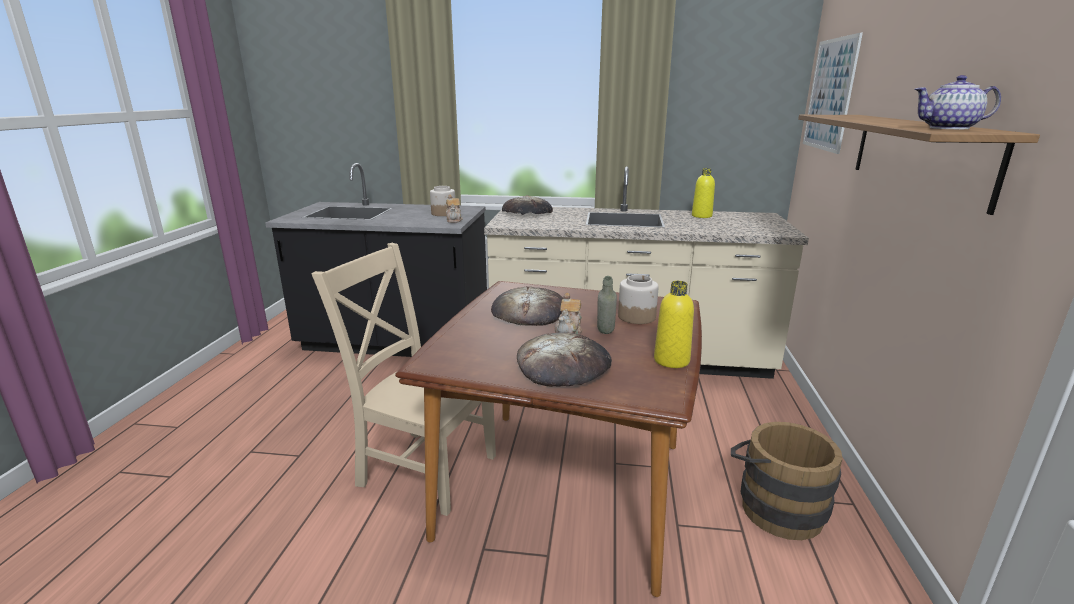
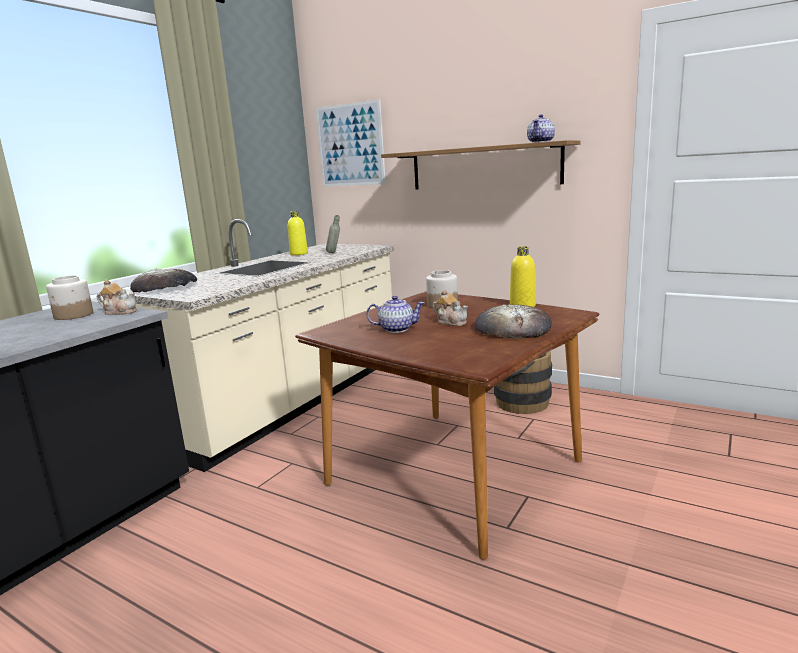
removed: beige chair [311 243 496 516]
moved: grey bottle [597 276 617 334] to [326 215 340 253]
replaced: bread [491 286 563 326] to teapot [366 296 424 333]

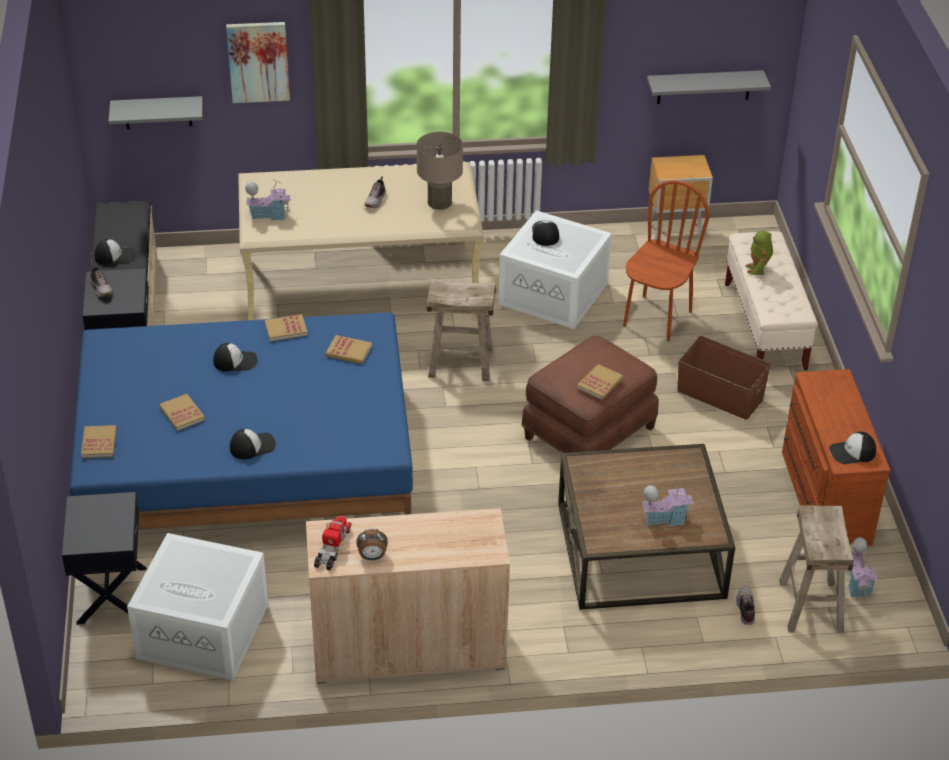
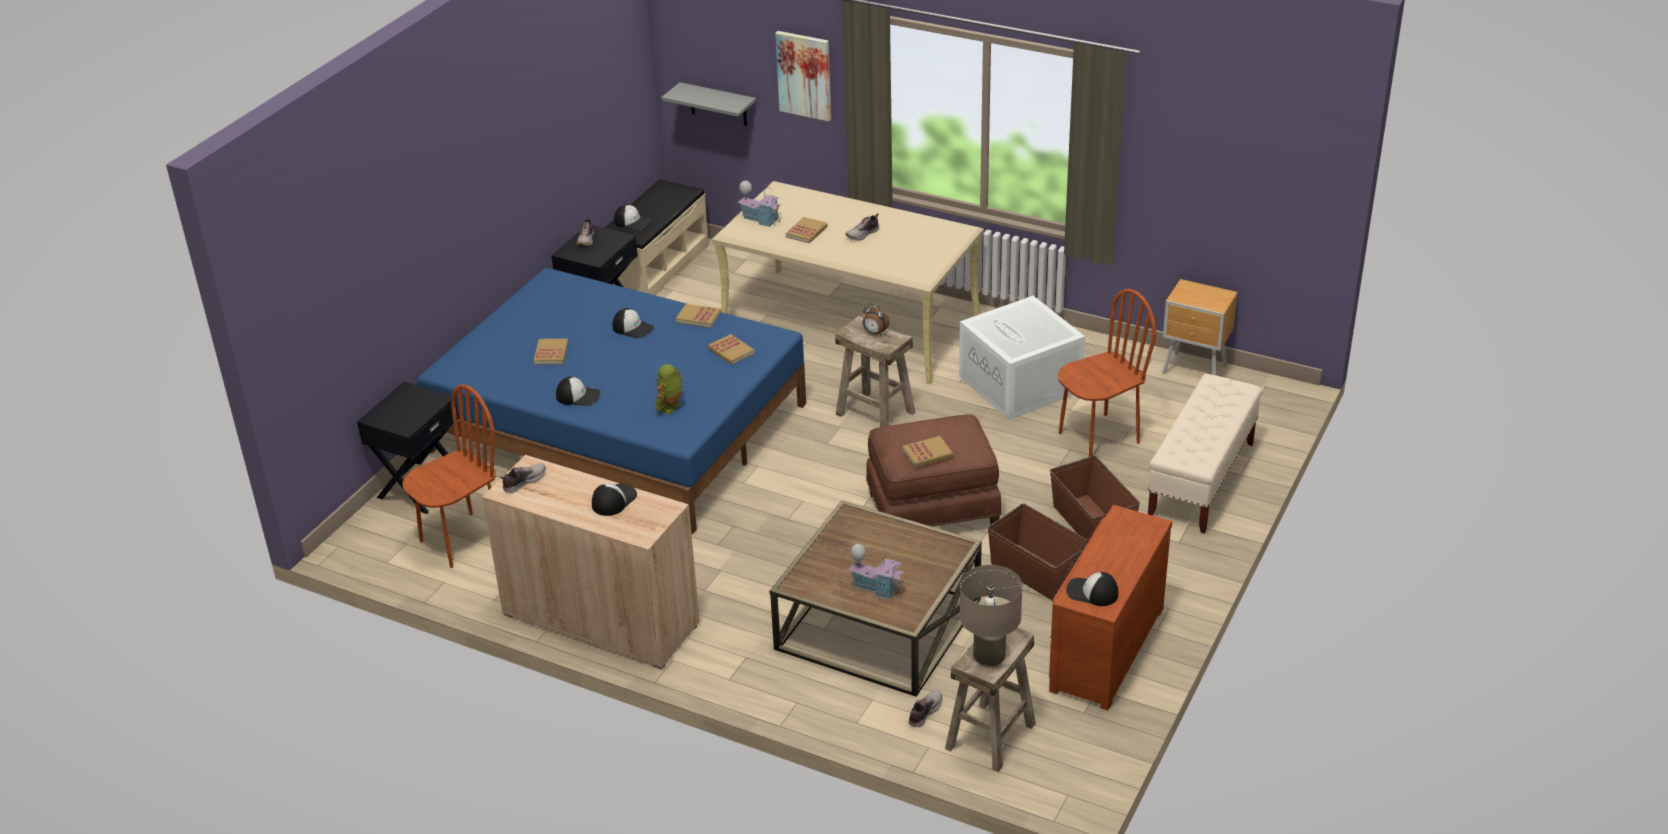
removed: grey shelf [647 70 771 104]; toy house [848 537 878 602]
added: brown storage box [988 504 1087 601]
moved: book [81 425 117 458] to [786 217 828 243]; alarm clock [357 529 388 560] to [862 304 889 336]; beige table lamp [417 132 463 210] to [960 565 1022 666]; cap [532 221 559 246] to [592 483 637 516]; toy robot [746 231 773 275] to [655 364 682 415]
replaced: white storage box [127 533 268 680] to brown chair [402 384 496 568]; toy truck [314 516 351 571] to shoe [500 463 546 493]

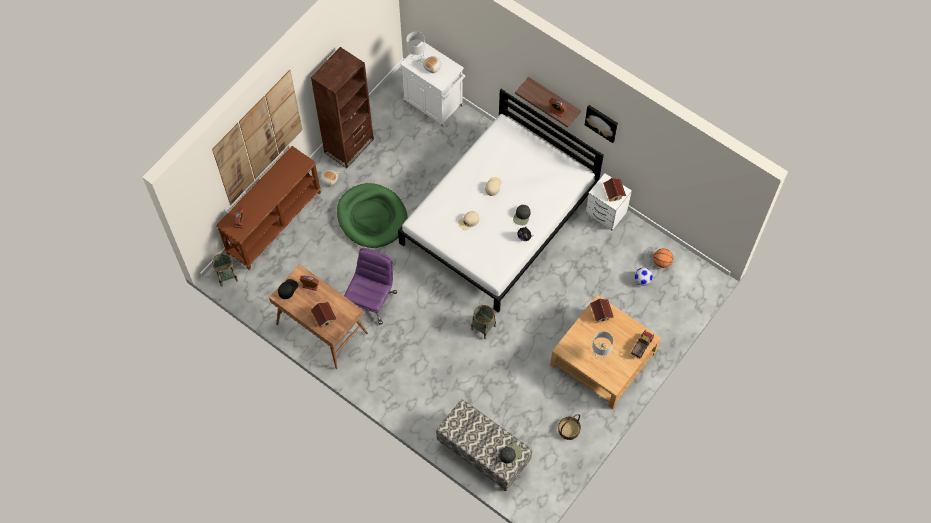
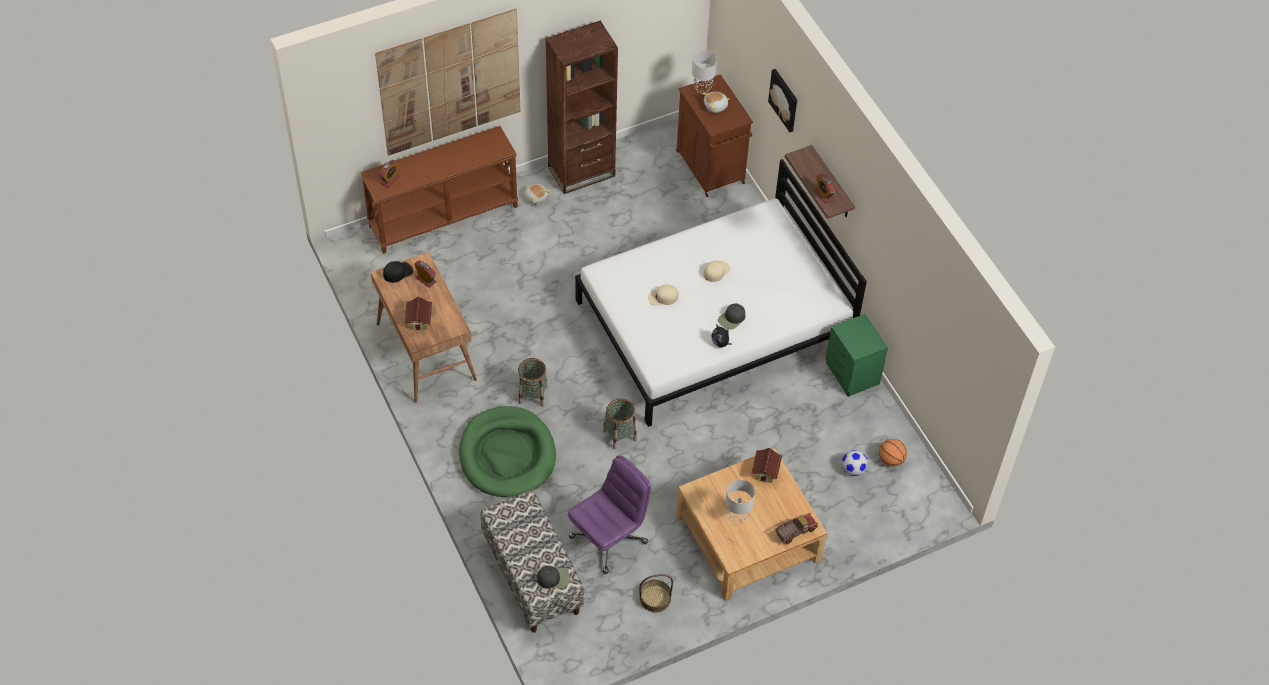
removed: toy house [603 178 626 202]
moved: basket [212 253 238 287] to [518 358 547 407]; green dog bed [337 183 408 248] to [459 406 556 497]; purple office chair [344 248 397 325] to [568 456 651 574]; picture [585 105 618 143] to [768 69 797 132]
recoloured: white cabinet [400 41 465 127] to brown cabinet [676 74 753 197]; white nightstand [586 173 632 230] to green nightstand [826 314 888 397]

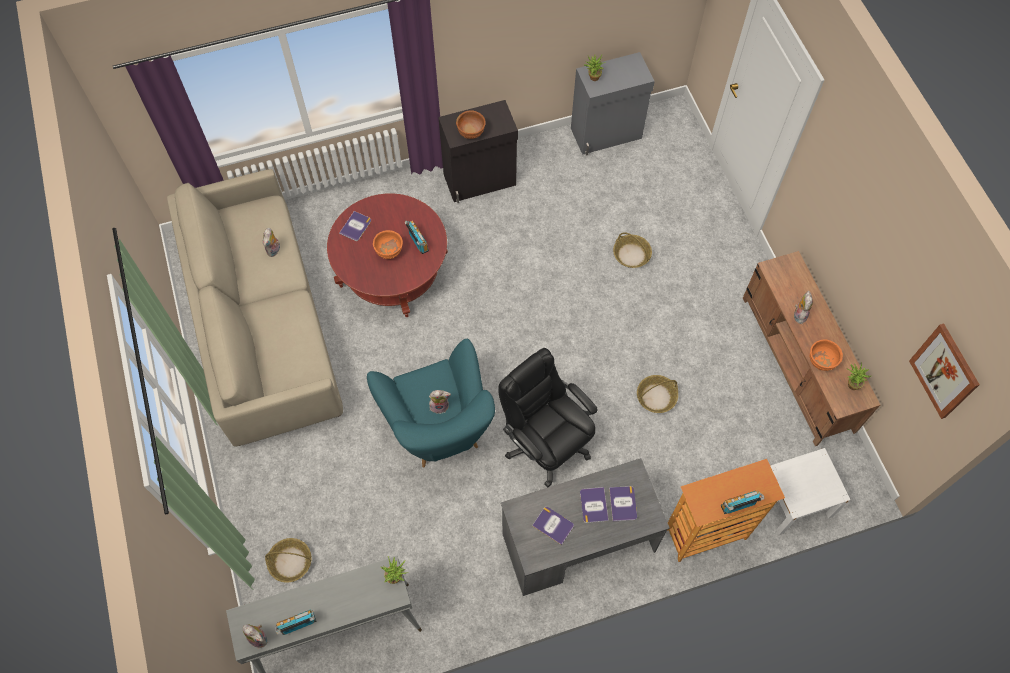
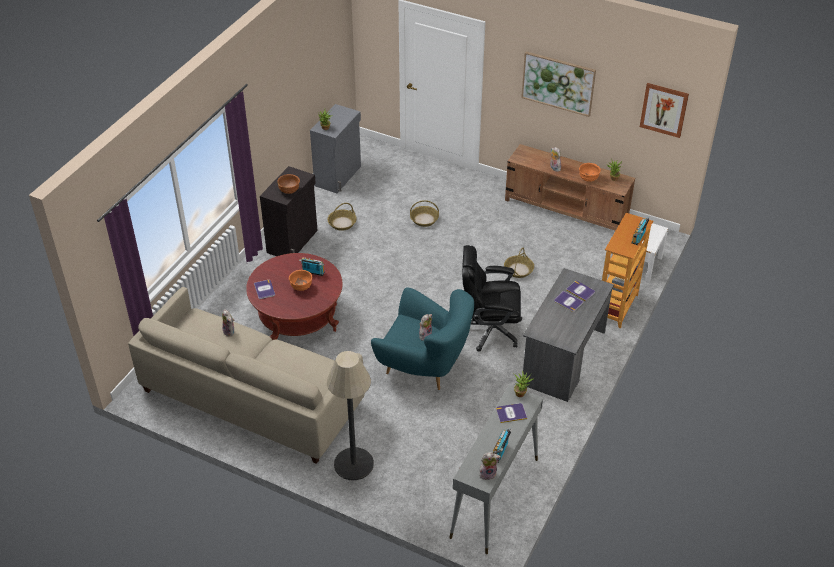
added: floor lamp [327 351 374 480]; picture [521 51 596 117]
moved: basket [265 538 312 583] to [327 203 357 231]; book [532 507 574 545] to [496 403 527 423]

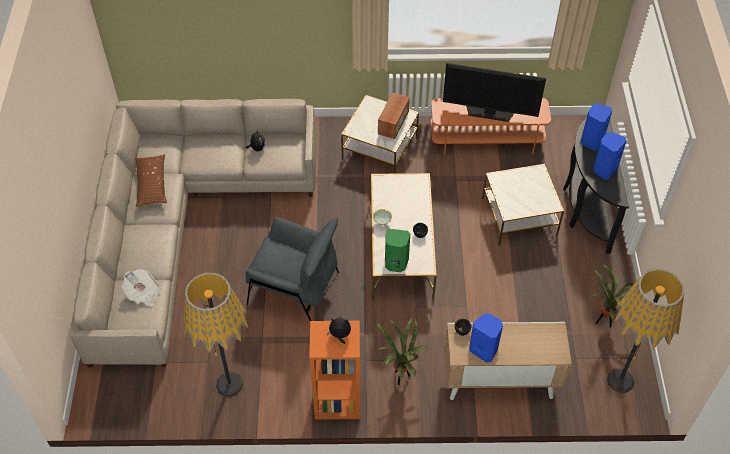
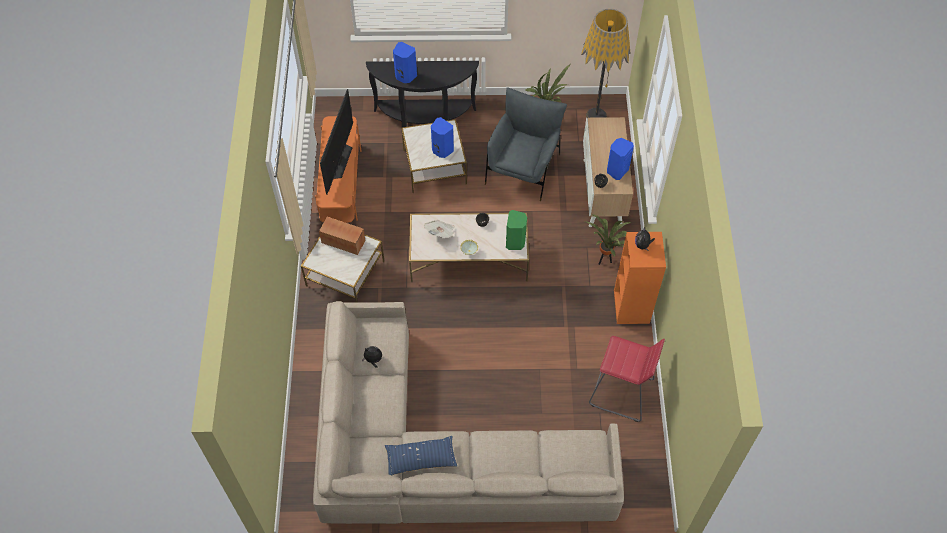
moved: newspaper [122 269 161 307] to [424 220 455 238]; grey armchair [246 217 339 321] to [485 87 567 201]; blue speaker [593 132 627 179] to [431 117 454 158]
replaced: floor lamp [183 273 248 397] to red stool [589 336 665 422]
recoloured: brown pillow [135 154 167 207] to blue pillow [385 436 457 475]

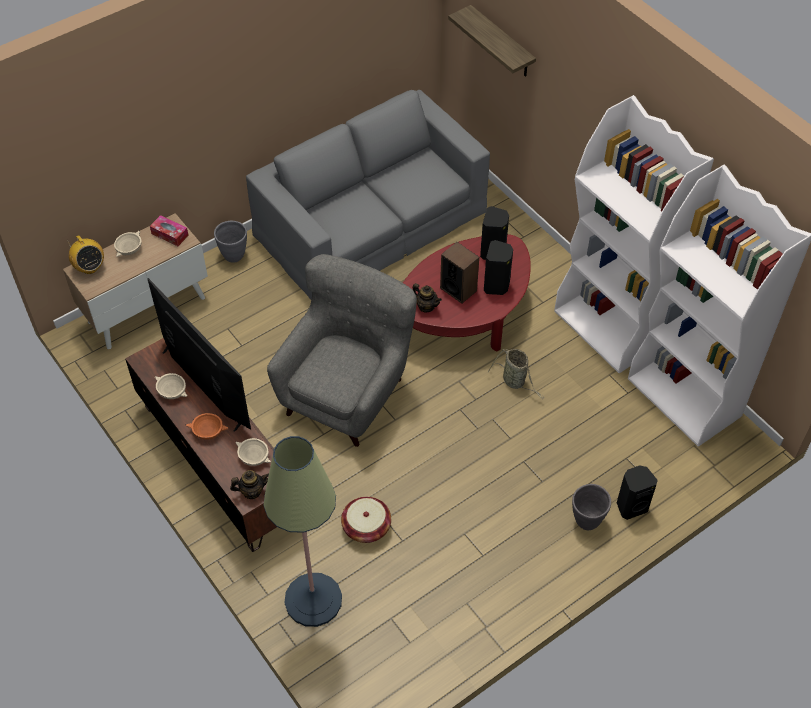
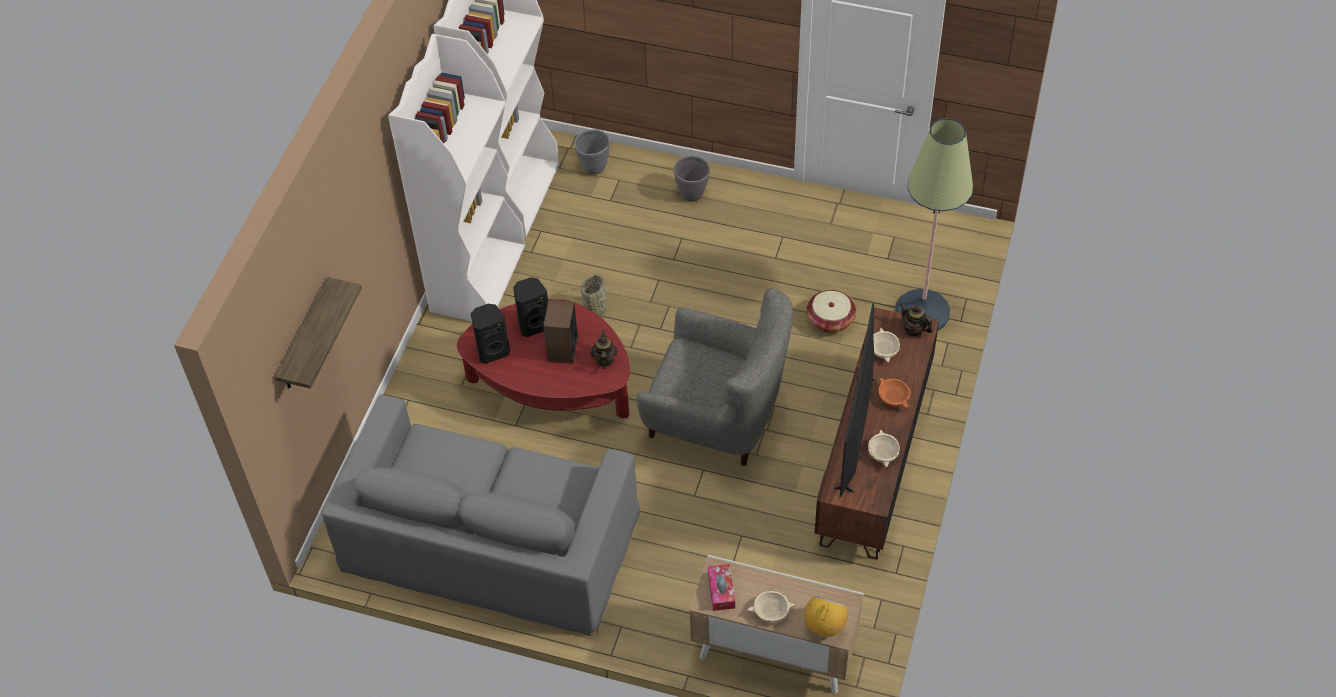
removed: black speaker [617 465 658 520]
moved: grey planter [214 221 247 263] to [574 129 610 175]
turned: grey armchair [267 254 417 447] = [636 288 793 466] 150 degrees counterclockwise

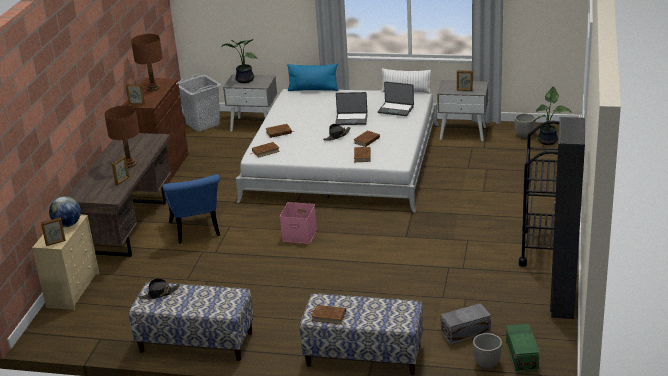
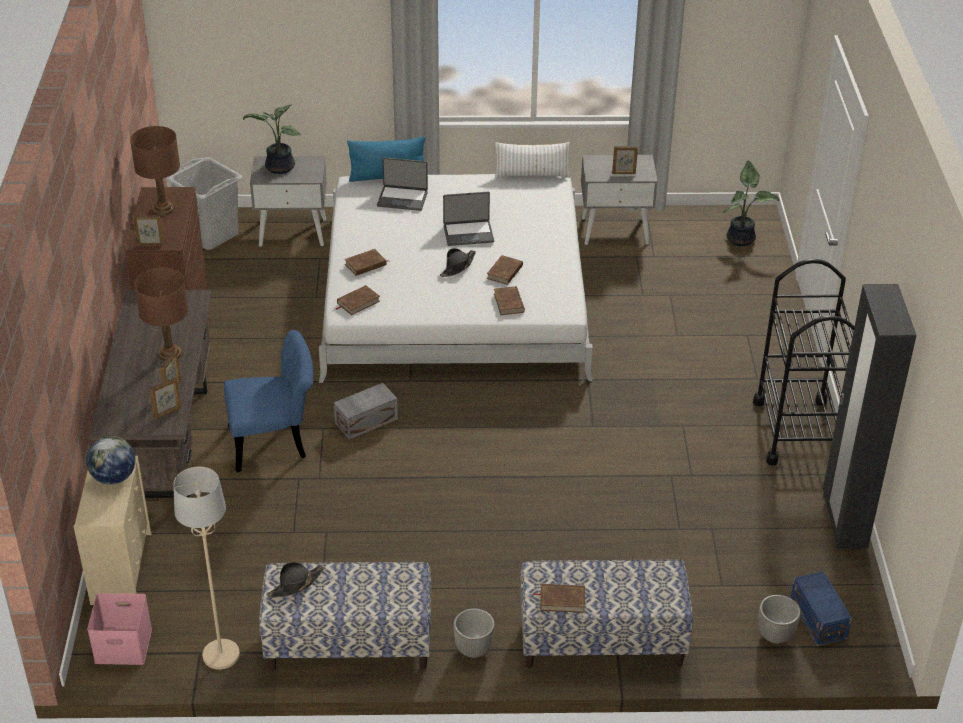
added: beige floor lamp [173 466 240 670]
moved: picture frame [41 217 66 246] to [149 377 181 419]; pink storage box [280 202 317 244] to [87 593 152 665]; laptop [378 81 414 116] to [377 157 428 211]; grey storage box [441 303 491 345] to [334 383 398 440]; planter [515 113 536 138] to [453 608 495 658]
recoloured: green storage box [506 324 539 373] to blue storage box [790 571 852 646]
turned: blue chair [163 174 220 244] = [224 330 313 473] 75 degrees counterclockwise

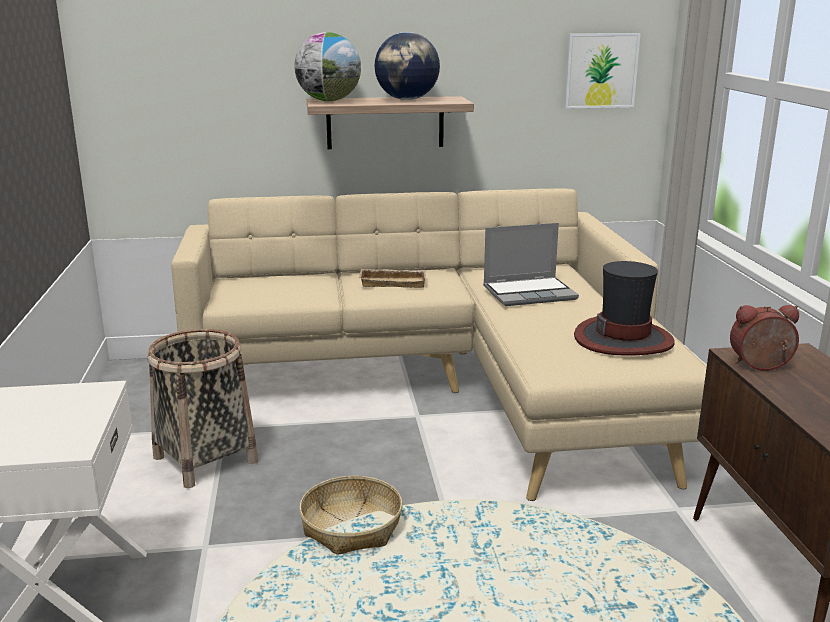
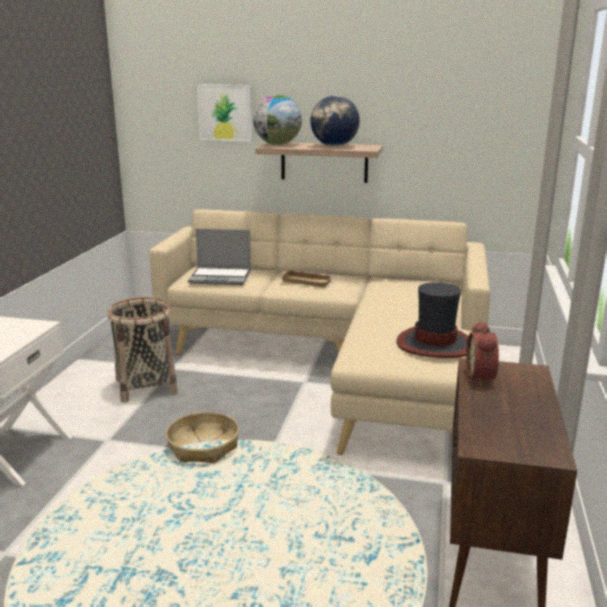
moved: laptop [483 223 579 306] to [188 229 251 285]; picture [564 33 641 109] to [197 84 252 142]
turned: alarm clock [730 305 799 371] = [466 321 499 385] 105 degrees counterclockwise

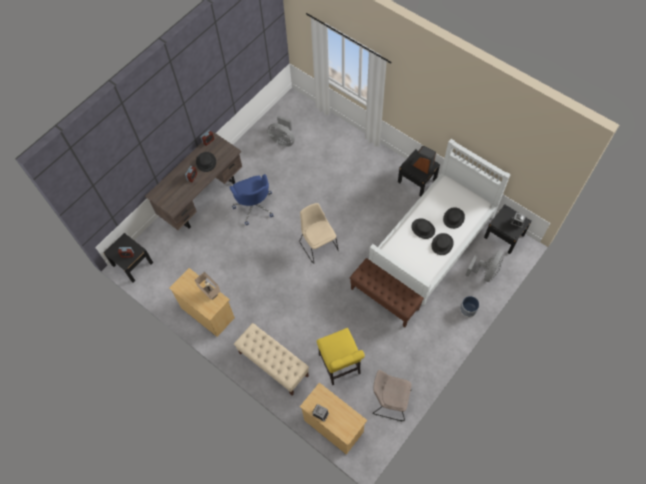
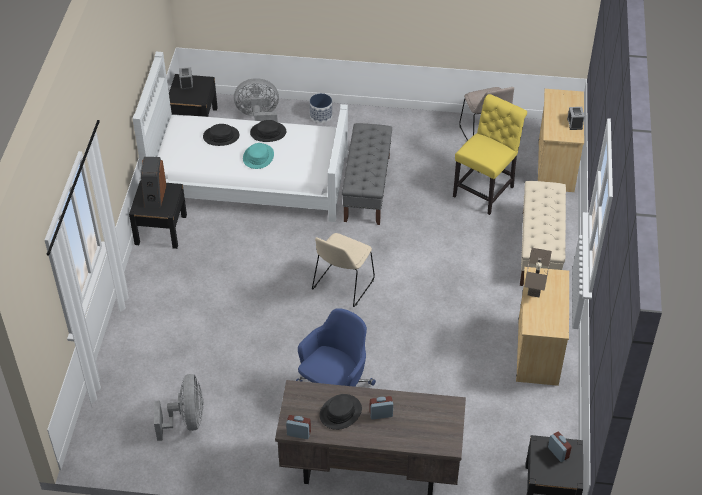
recoloured: brown bench [350 258 424 328] to grey bench [342 123 392 225]; black hat [411 218 435 239] to turquoise hat [243 143 274 169]

